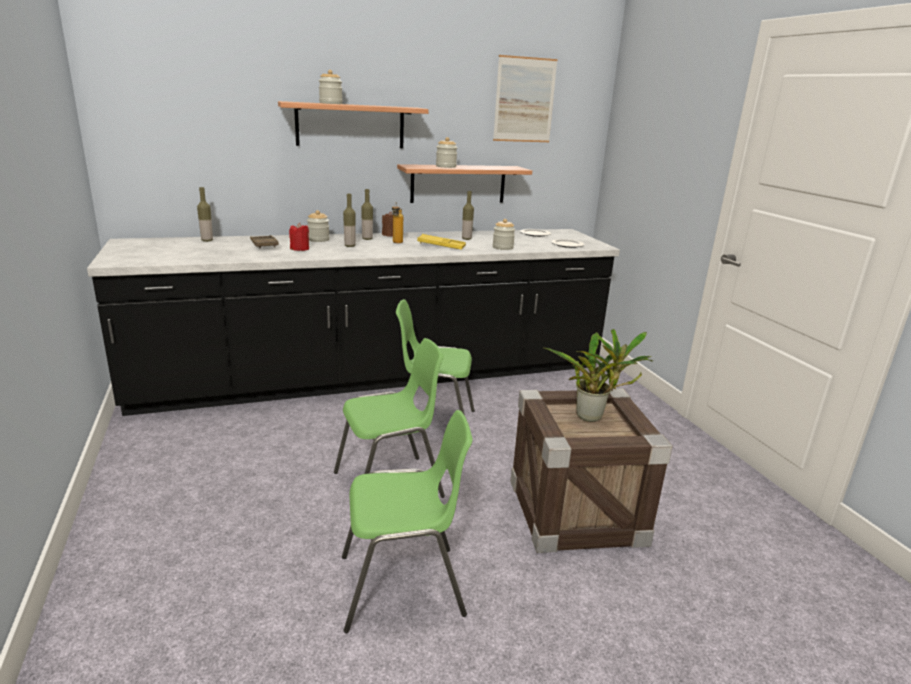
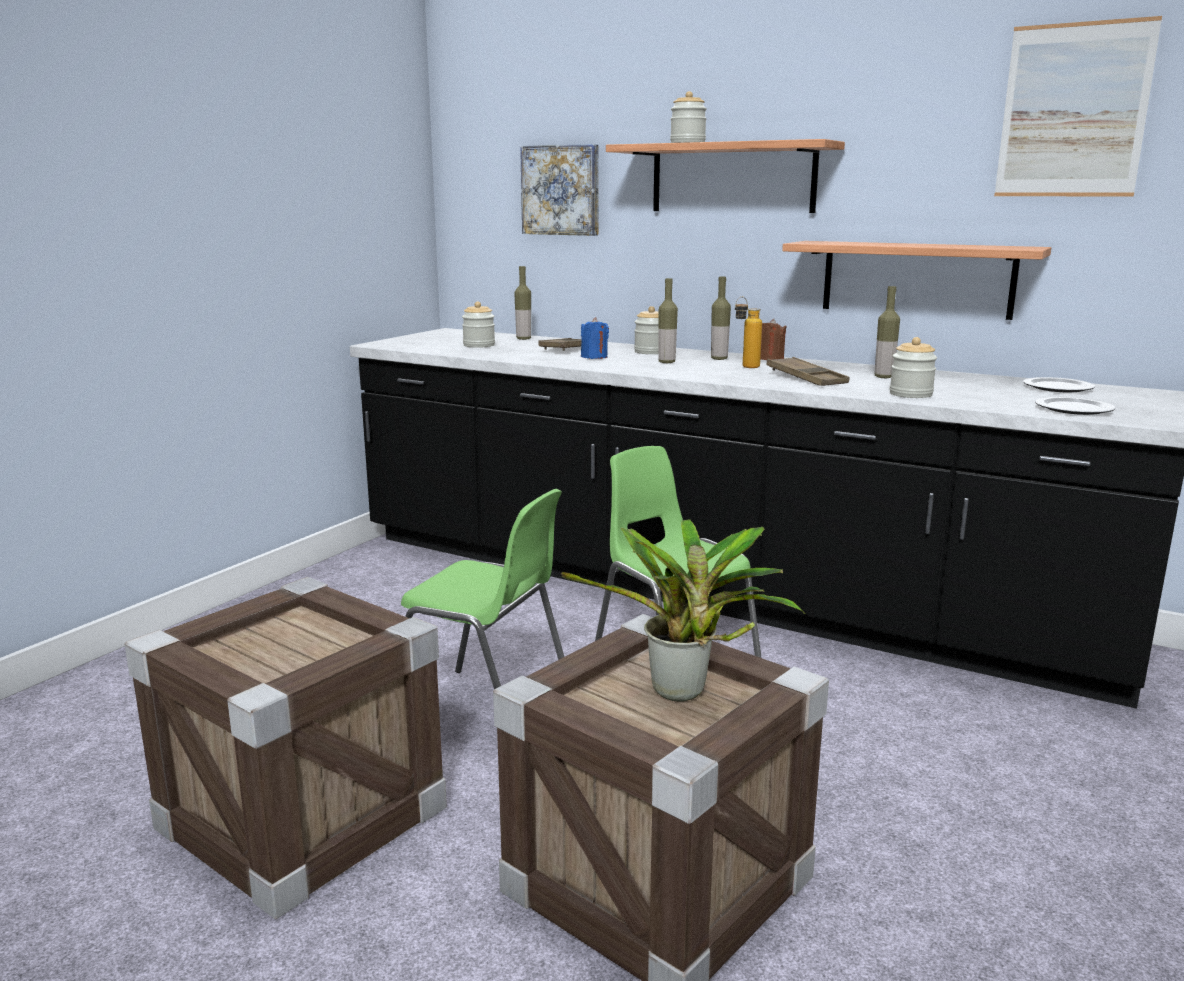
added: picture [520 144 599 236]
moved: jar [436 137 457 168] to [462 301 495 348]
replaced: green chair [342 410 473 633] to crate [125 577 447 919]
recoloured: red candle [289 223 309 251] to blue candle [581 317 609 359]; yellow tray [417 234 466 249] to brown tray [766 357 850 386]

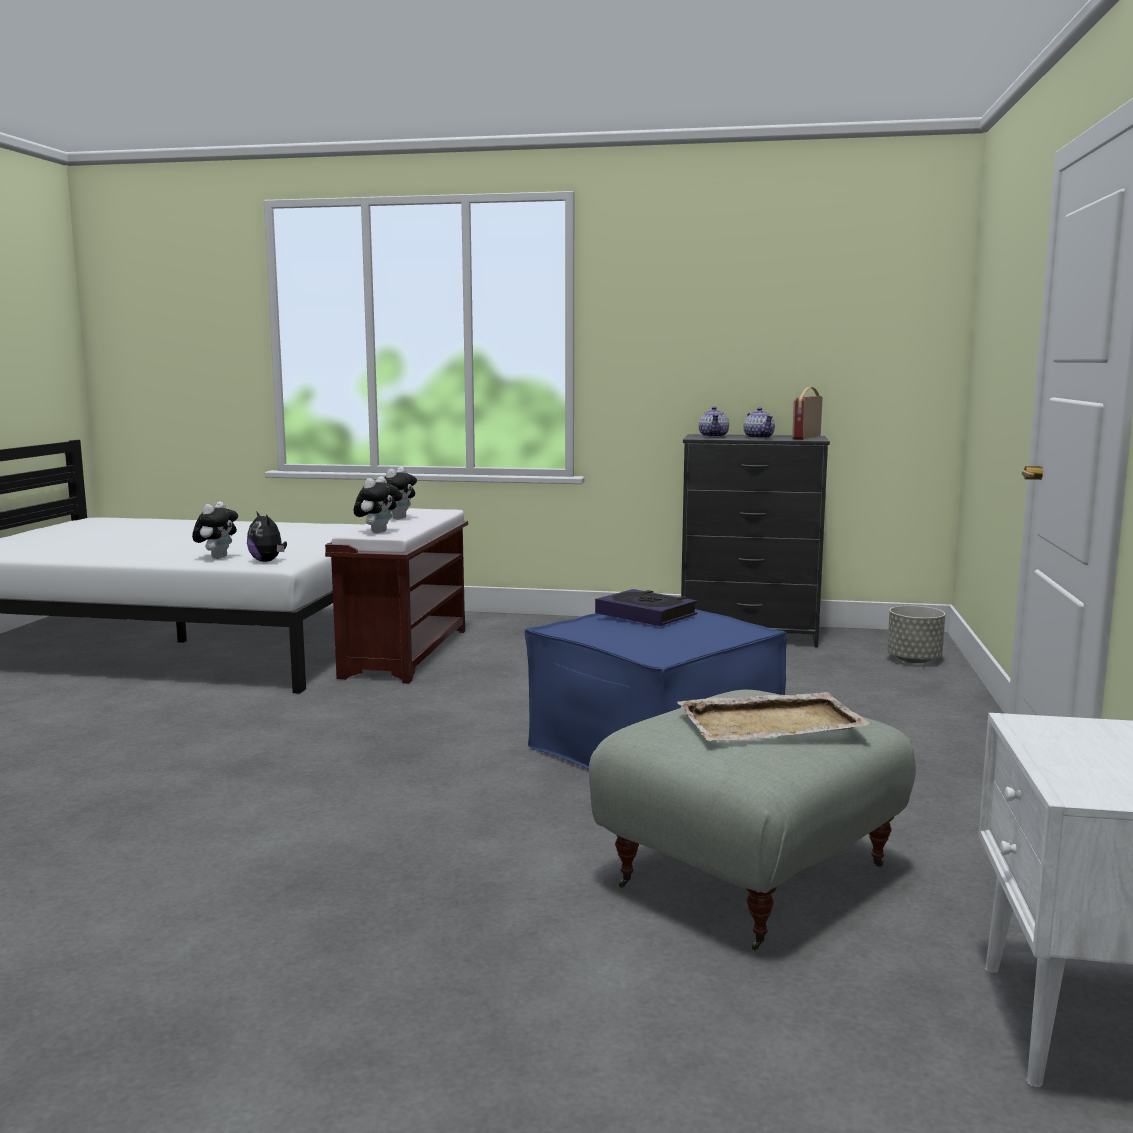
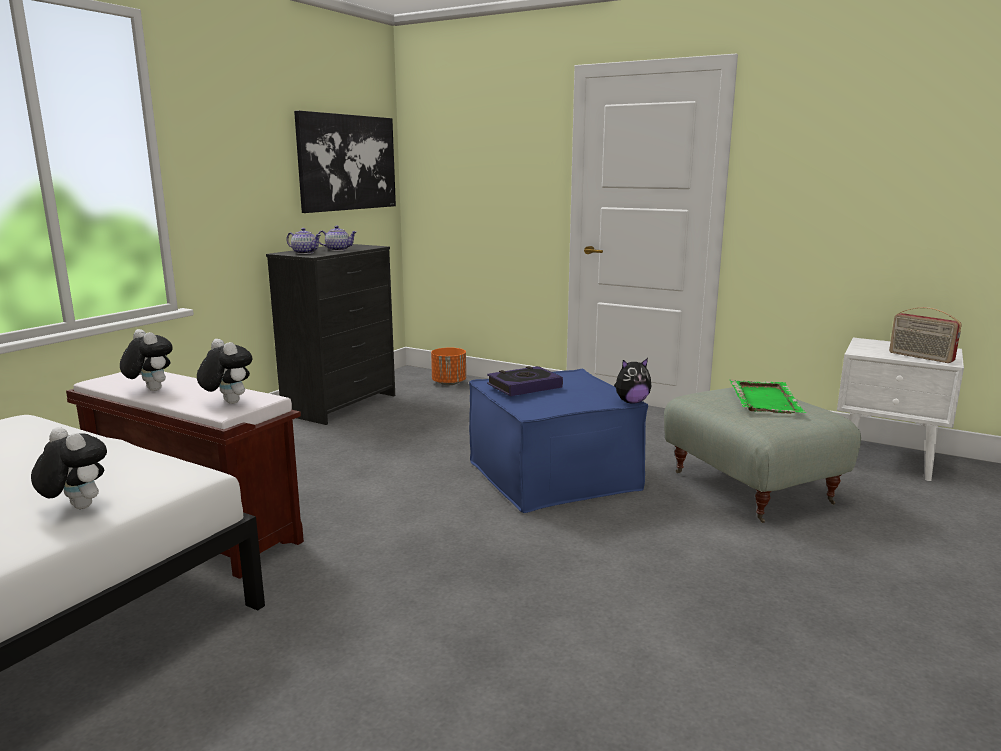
added: picture [294 110 396 213]
moved: plush toy [247 511 287 562] to [614 358 651 404]; radio [792 387 822 440] to [889 307 962 363]
recoloured: beige tray [677 692 872 741] to green tray [730 380 807 414]; grey planter [887 605 945 663] to orange planter [431 348 466 385]

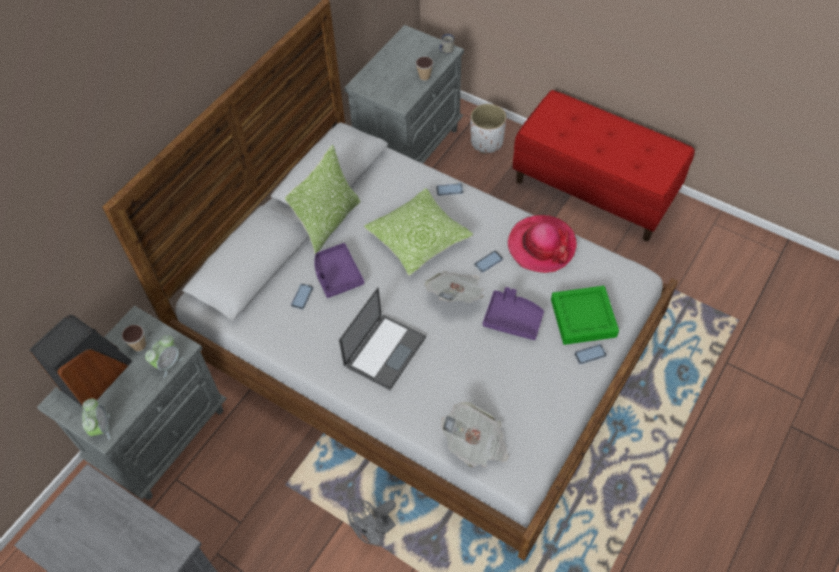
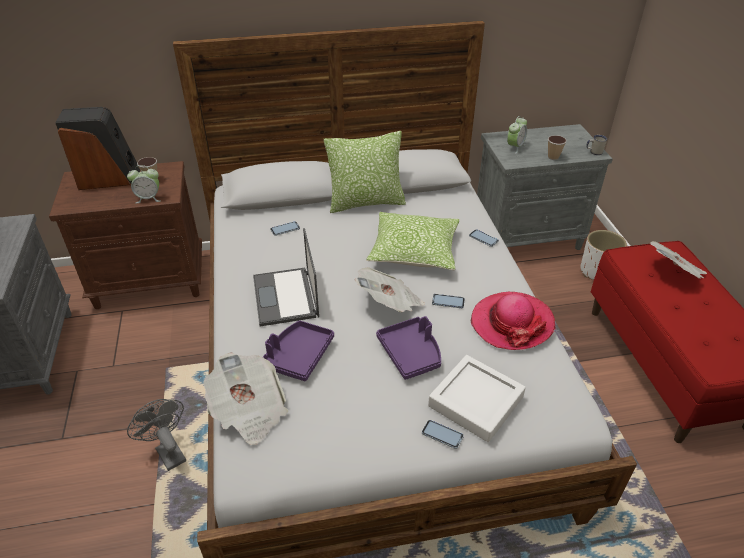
added: newspaper [650 241 707 279]
moved: alarm clock [82 398 110 440] to [507 116 527 154]; purple tray [314 243 364 298] to [263 321 334 381]
recoloured: grey nightstand [37 306 227 500] to brown nightstand [49 161 202 309]; green tray [551 286 619 345] to white tray [428 355 526 442]
turned: laptop [339 287 426 390] = [253 228 319 326] 90 degrees clockwise; grey fan [347 498 396 546] = [127 399 186 471] 45 degrees clockwise

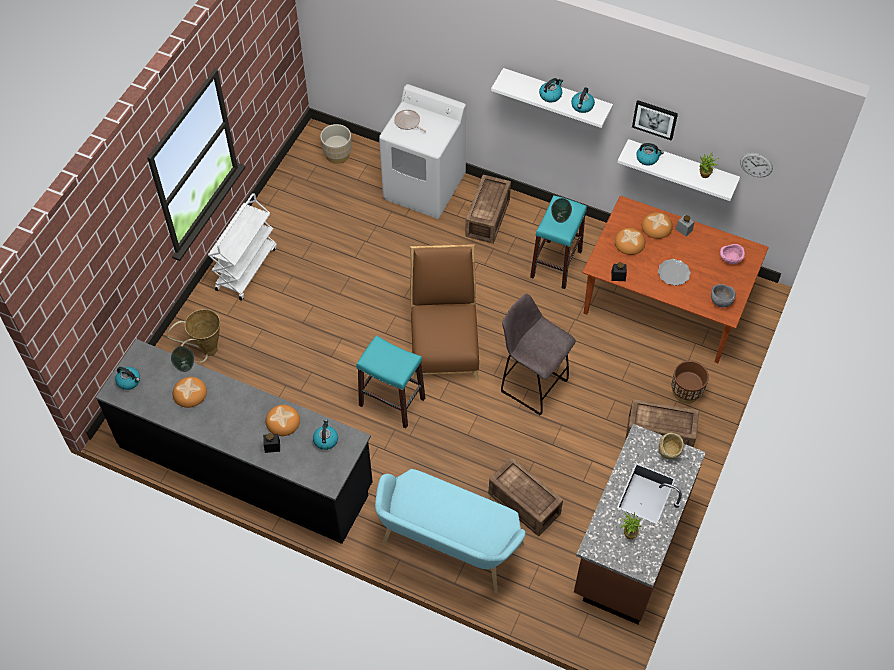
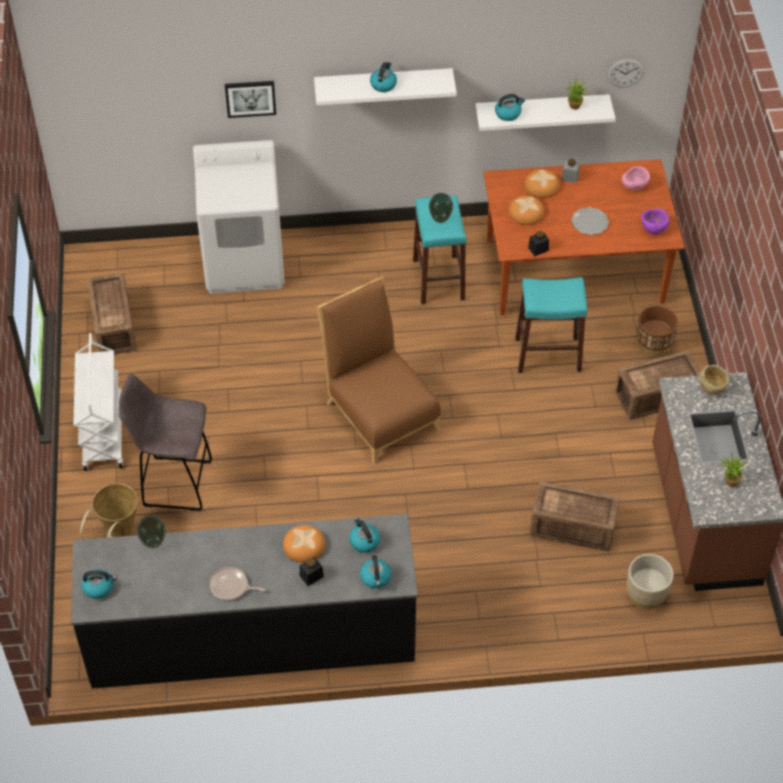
removed: bread [173 377 207 408]; turquoise bench [375 469 526 593]
moved: beige planter [320 124 352 164] to [627 554 674 610]; turquoise stool [356 336 425 428] to [515 277 587 373]; frying pan [394 109 426 133] to [210 567 265 600]; crate [465 175 511 244] to [87 273 137 354]; grey stool [501 294 576 415] to [118 374 212 511]; kettle [571 87 595 113] to [360 555 391 588]; picture [632 100 678 141] to [225 81 276 118]
recoloured: grey bowl [711 284 736 307] to purple bowl [641 209 669 234]

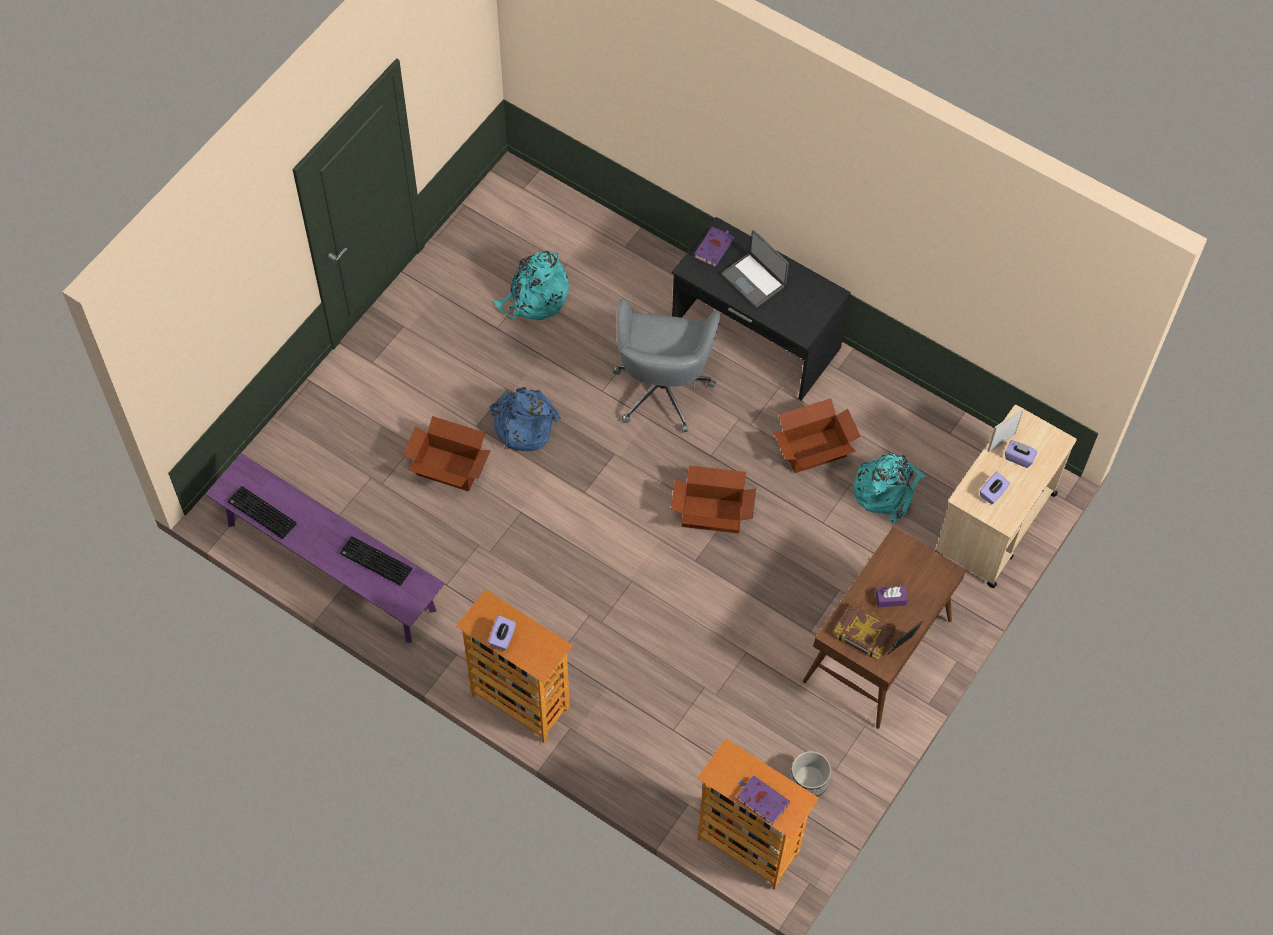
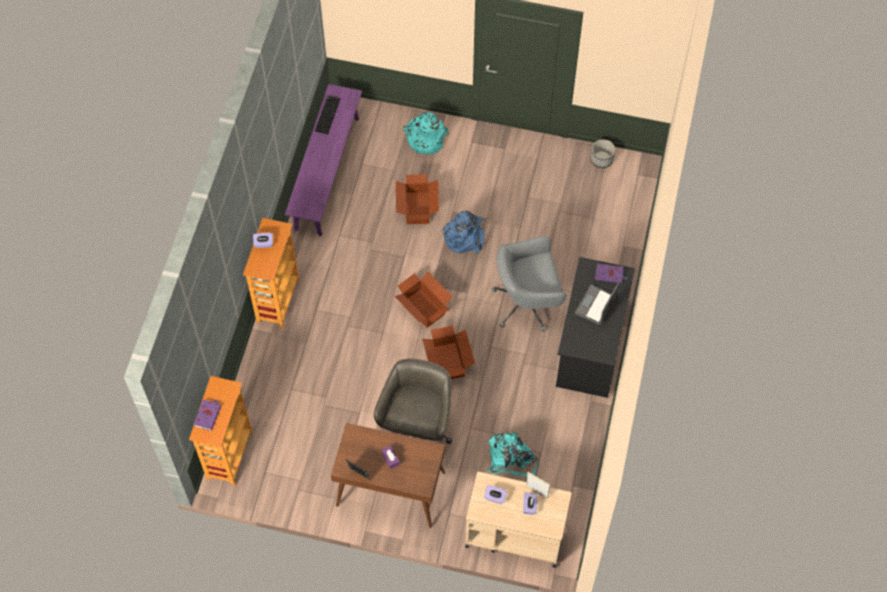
removed: keyboard [340 536 412 586]; book [833 602 897 660]
added: grey office chair [374 359 452 444]
moved: turquoise backpack [494 250 569 320] to [403 112 449 154]; cardboard box [773 398 861 473] to [394 272 453 328]; planter [790 751 831 797] to [590 139 615 168]

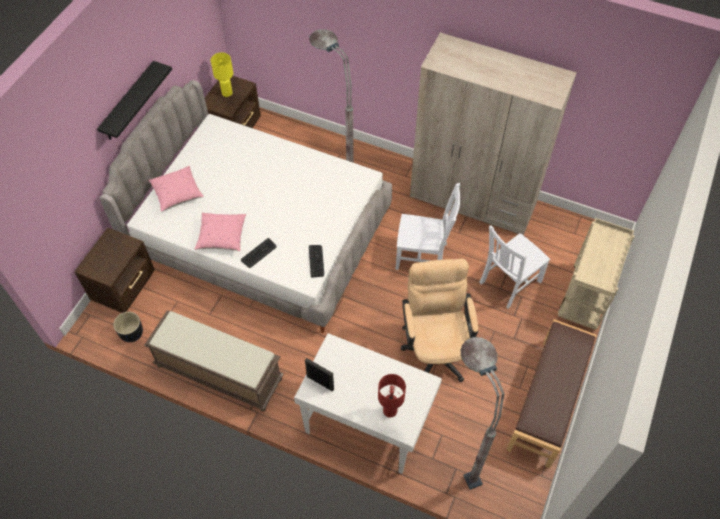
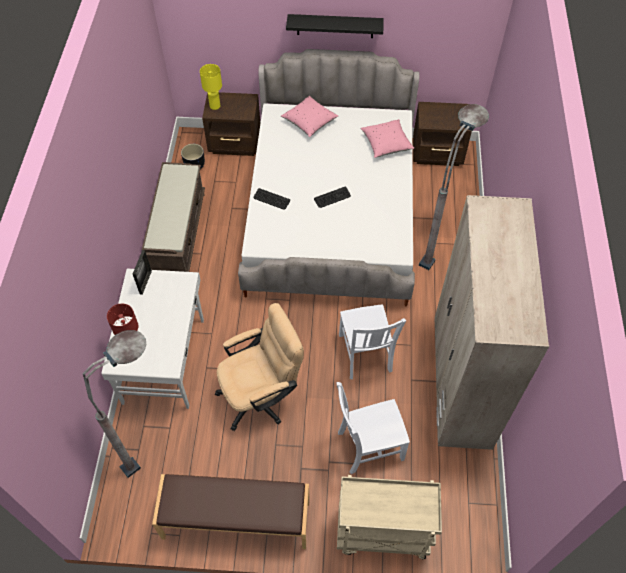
moved: pink pillow [195 212 246 251] to [361 119 414 158]; yellow table lamp [211 53 233 97] to [200 64 222 110]; keyboard [309 245 324 278] to [314 187 351 208]
turned: white chair [480 225 550 309] = [337 382 410 474] 45 degrees counterclockwise

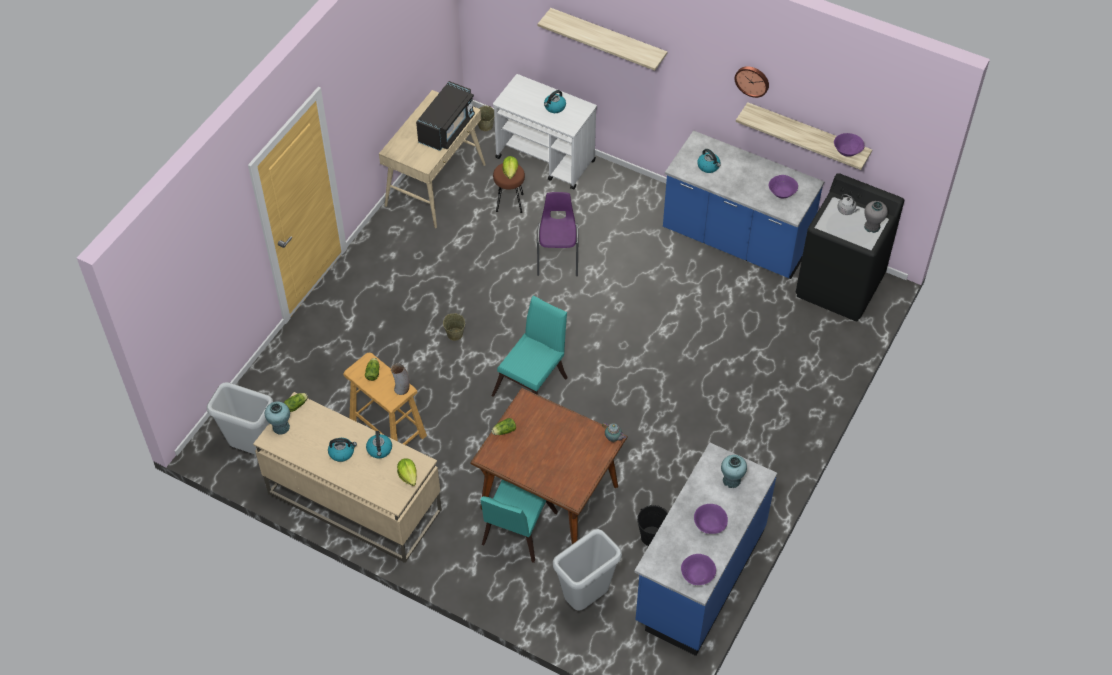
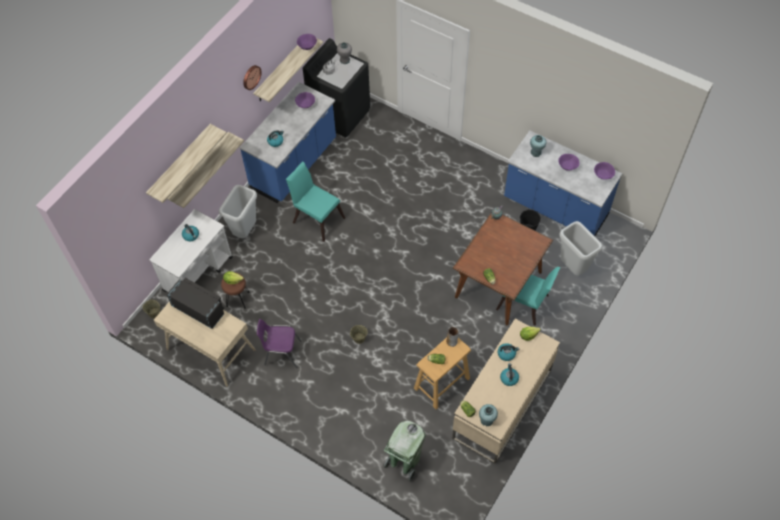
added: shelf [167 132 244 208]; green trash can [383 421 425 481]
moved: grey trash can [207 382 273 455] to [219 185 257 238]; turquoise chair [491 295 568 397] to [286 161 345 242]; purple chair [537 192 578 276] to [257 319 302 368]

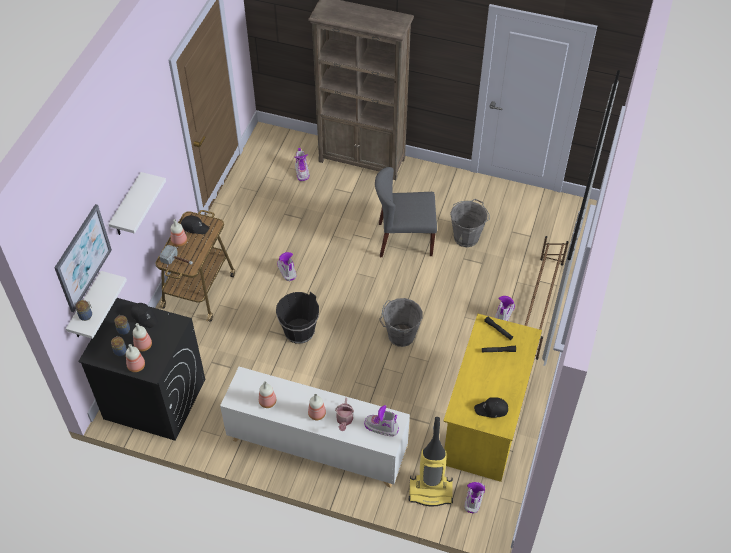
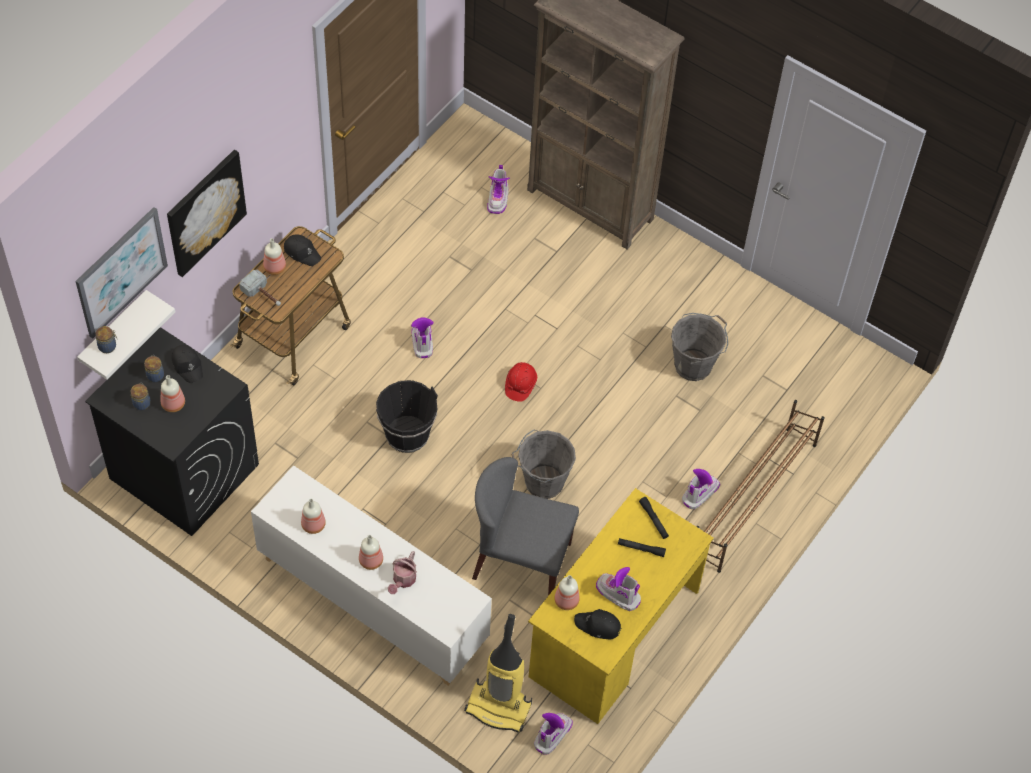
added: red hard hat [505 362 537 402]
moved: bottle [126 344 145 372] to [554 575 580 610]; boot [364 405 399 436] to [596 567 641 611]; grey chair [375 167 437 257] to [472 457 579 596]
replaced: white shelf [109 172 166 235] to picture [167 150 247 277]

